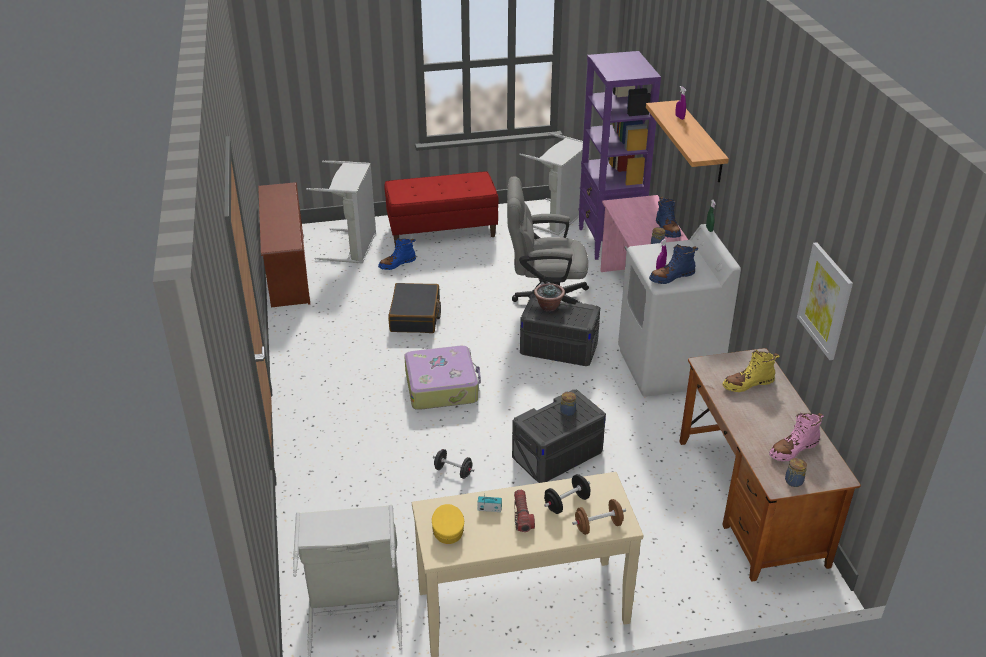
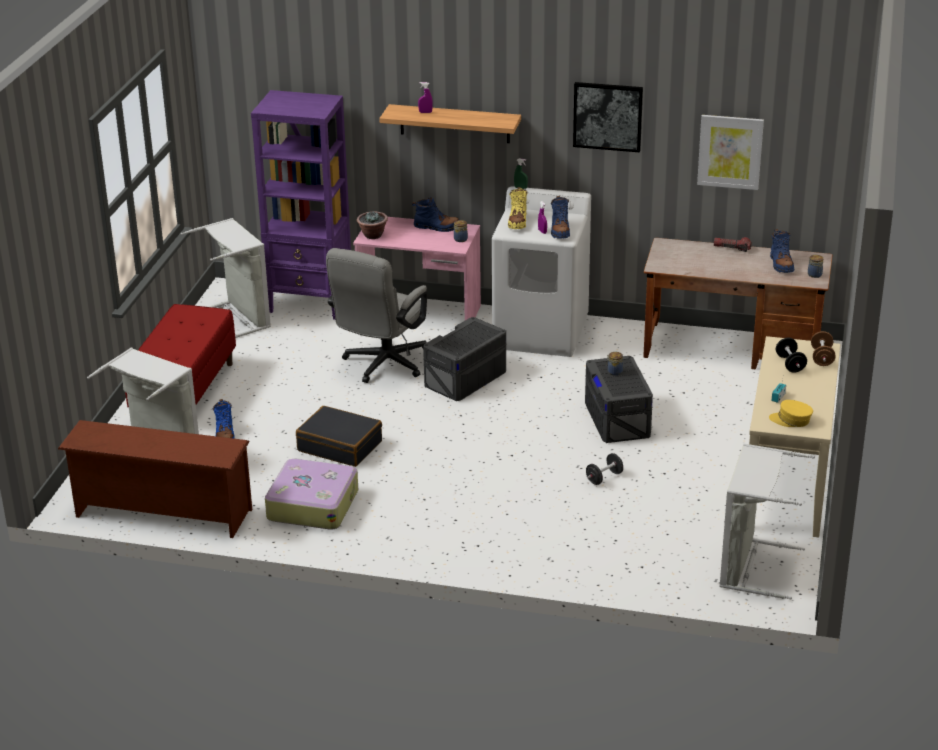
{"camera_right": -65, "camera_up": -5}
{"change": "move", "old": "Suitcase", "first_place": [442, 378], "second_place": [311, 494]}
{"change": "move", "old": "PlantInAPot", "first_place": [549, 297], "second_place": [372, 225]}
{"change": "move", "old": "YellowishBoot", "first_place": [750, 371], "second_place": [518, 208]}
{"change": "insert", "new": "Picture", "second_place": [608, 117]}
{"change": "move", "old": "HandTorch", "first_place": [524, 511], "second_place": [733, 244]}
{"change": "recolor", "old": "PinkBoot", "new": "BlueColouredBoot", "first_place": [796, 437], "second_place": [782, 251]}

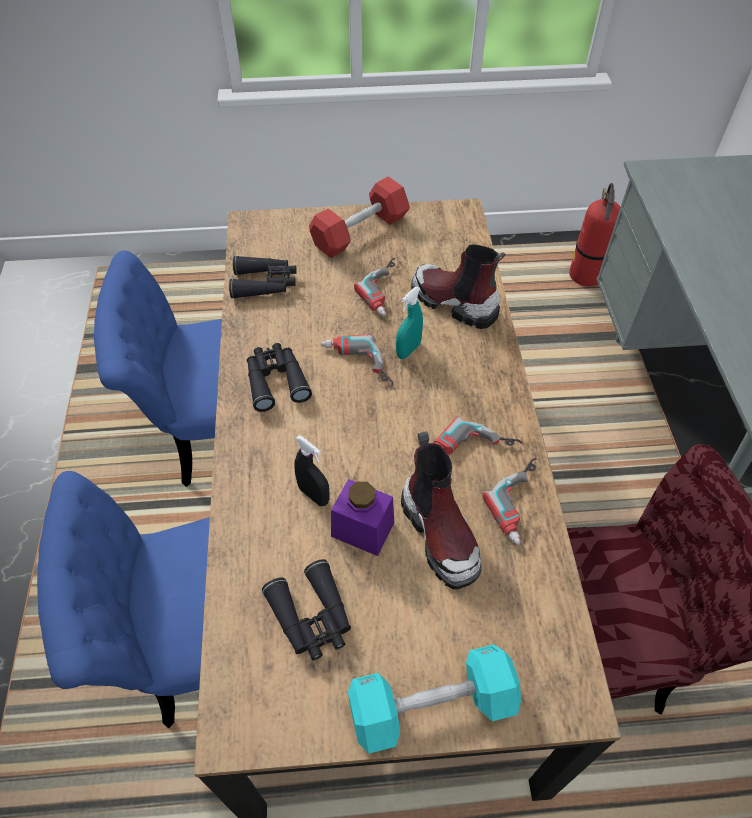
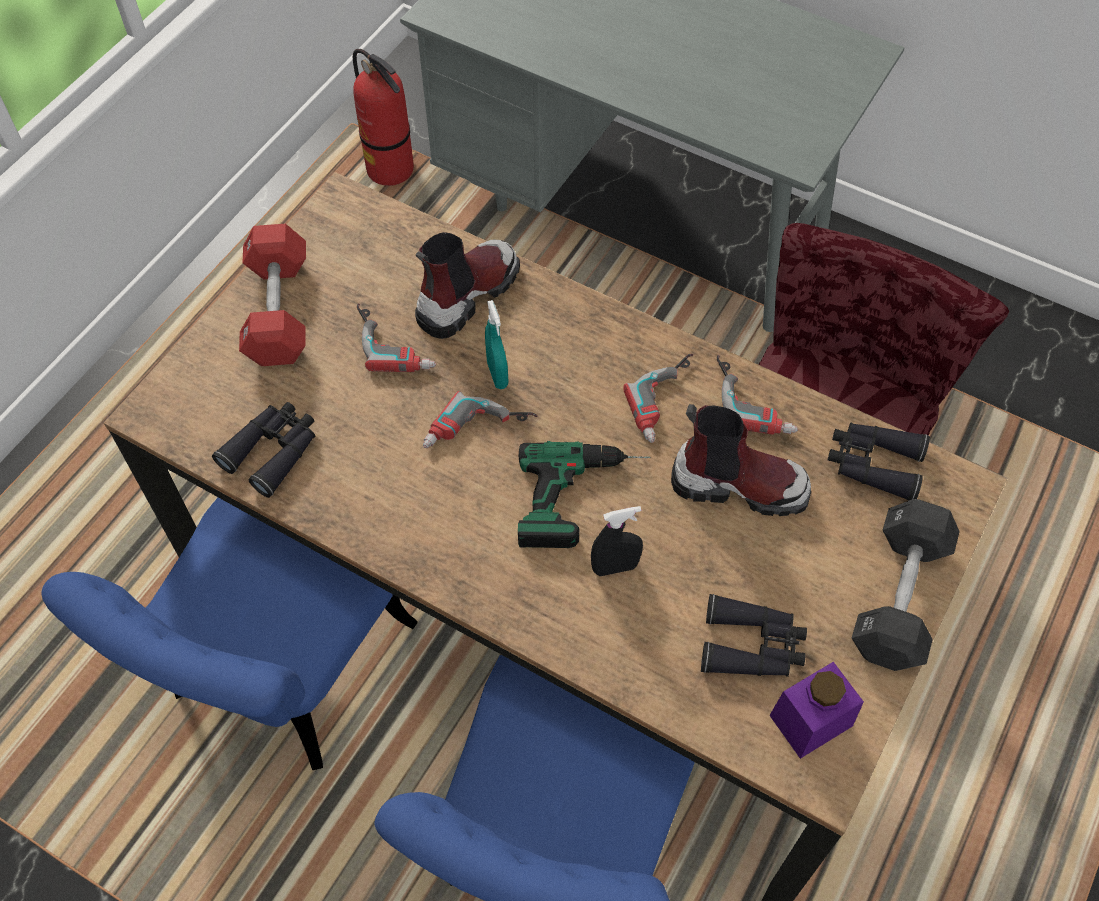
{"camera_right": -55, "camera_up": 5}
{"change": "rotate", "old": "Boot", "first_place": [458, 286], "second_place": [467, 285], "degrees": 150}
{"change": "insert", "new": "PowerDrill", "second_place": [584, 494]}
{"change": "move", "old": "PurpleJar", "first_place": [362, 517], "second_place": [816, 710]}
{"change": "move", "old": "BlackColouredBinoculars", "first_place": [279, 377], "second_place": [879, 461]}
{"change": "recolor", "old": "TurquoiseDumbbell", "new": "BlackColouredDumbbell", "first_place": [434, 699], "second_place": [906, 585]}

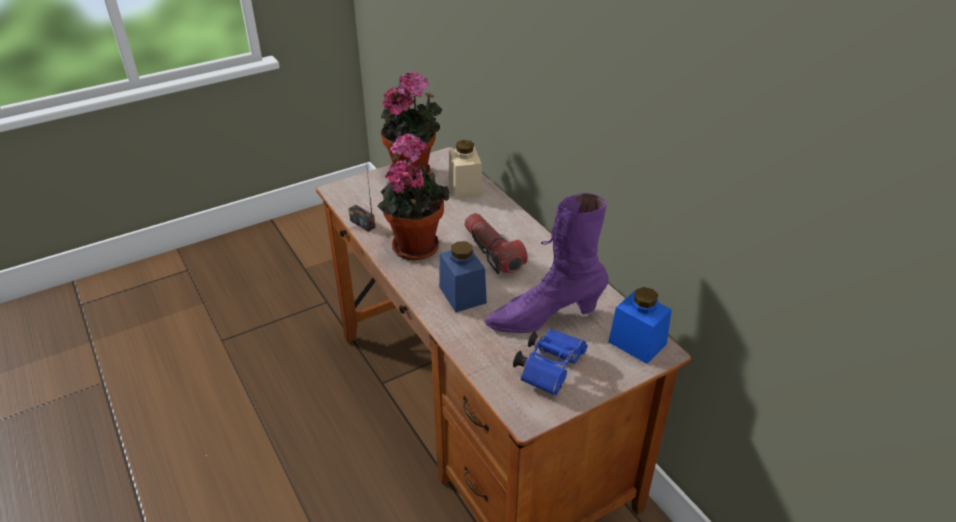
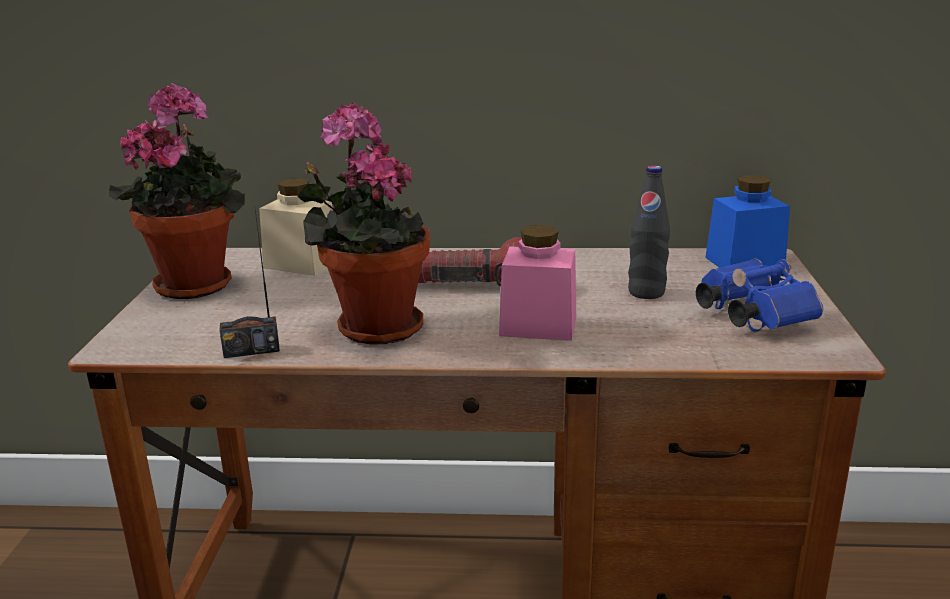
{"camera_right": -55, "camera_up": -15}
{"change": "recolor", "old": "BlueColouredJar", "new": "PinkJar", "first_place": [463, 277], "second_place": [537, 283]}
{"change": "replace", "old": "PurpleBoot", "new": "BlackColouredBeverageBottle", "first_place": [546, 263], "second_place": [649, 232]}

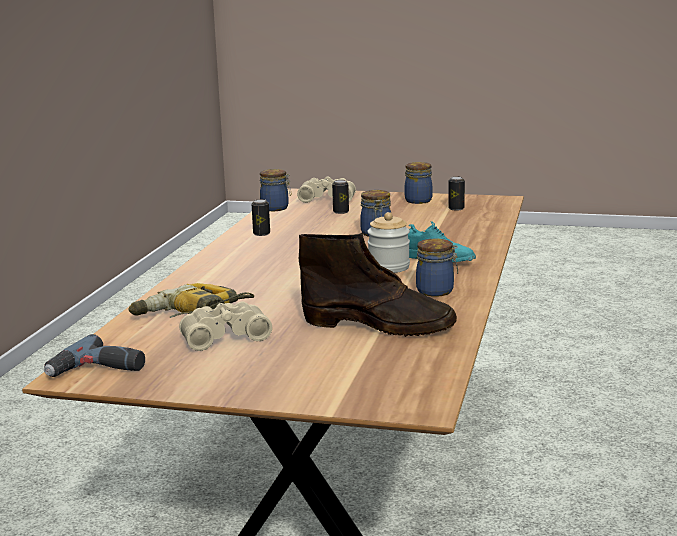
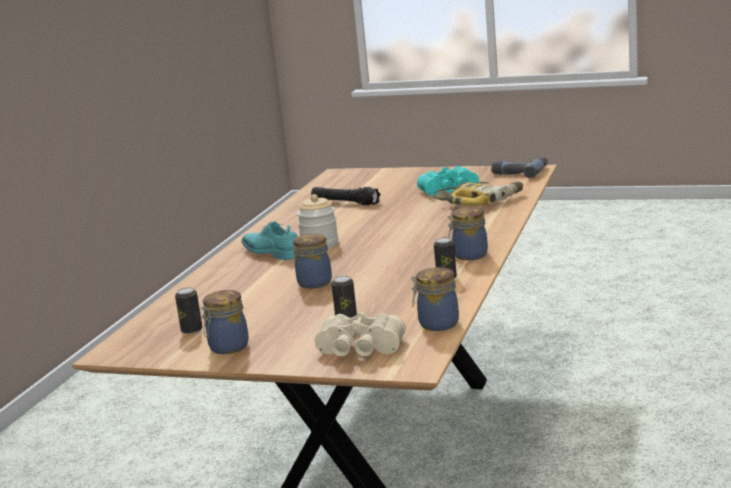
{"camera_right": -175, "camera_up": 0}
{"change": "replace", "old": "BrownColouredBoot", "new": "BlackColouredHandTorch", "first_place": [378, 285], "second_place": [346, 196]}
{"change": "recolor", "old": "BeigeColouredBinoculars", "new": "TurquoiseBinoculars", "first_place": [225, 326], "second_place": [448, 181]}
{"change": "move", "old": "Jar", "first_place": [437, 268], "second_place": [467, 233]}

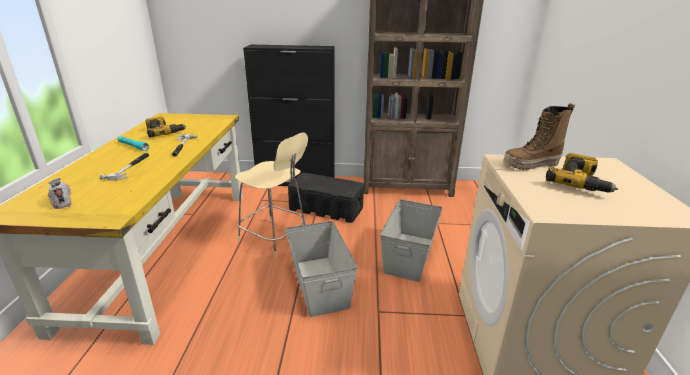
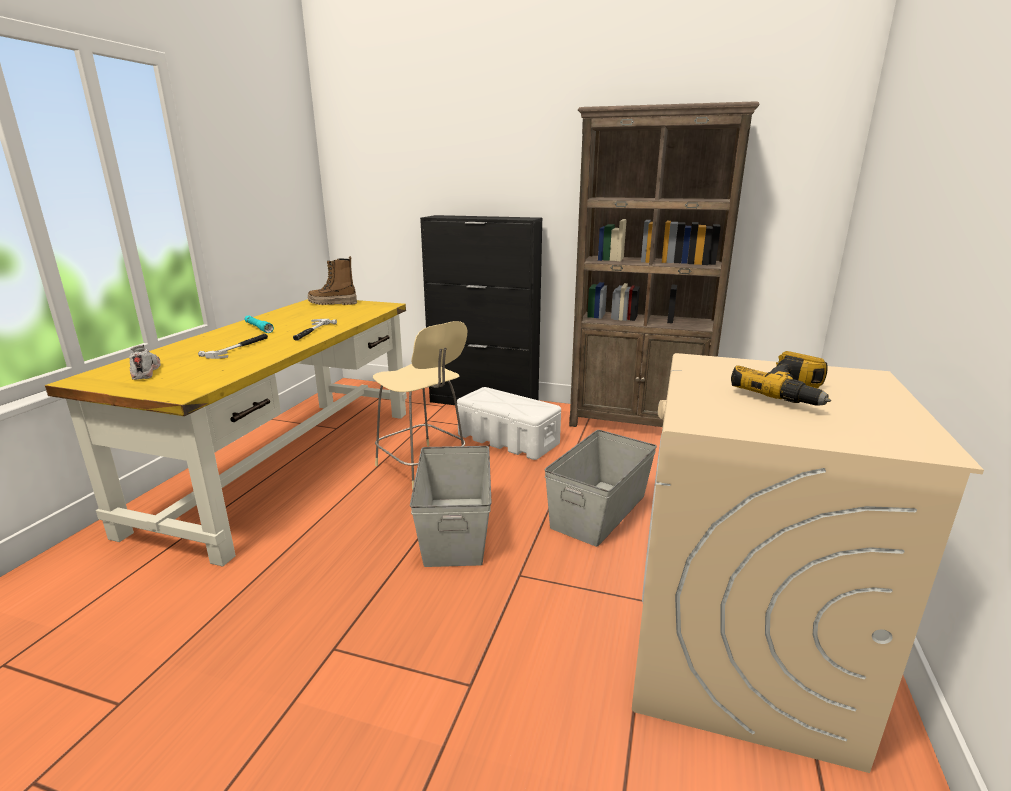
{"camera_right": 15, "camera_up": -5}
{"change": "move", "old": "Boot", "first_place": [539, 136], "second_place": [332, 280]}
{"change": "recolor", "old": "BlackColouredStorageContainer", "new": "WhitishStorageContainer", "first_place": [326, 197], "second_place": [509, 423]}
{"change": "delete", "old": "PowerDrill", "first_place": [165, 127]}

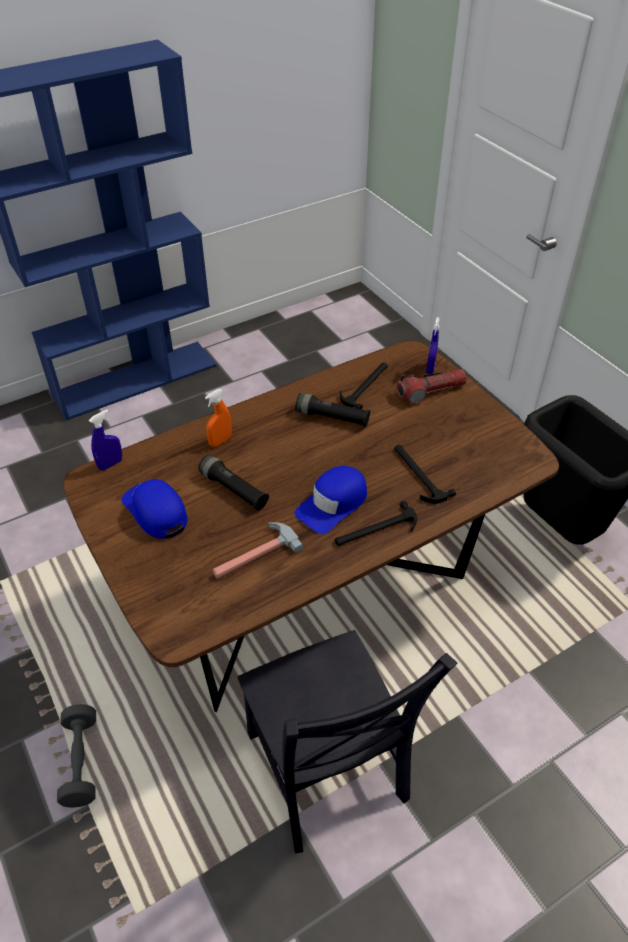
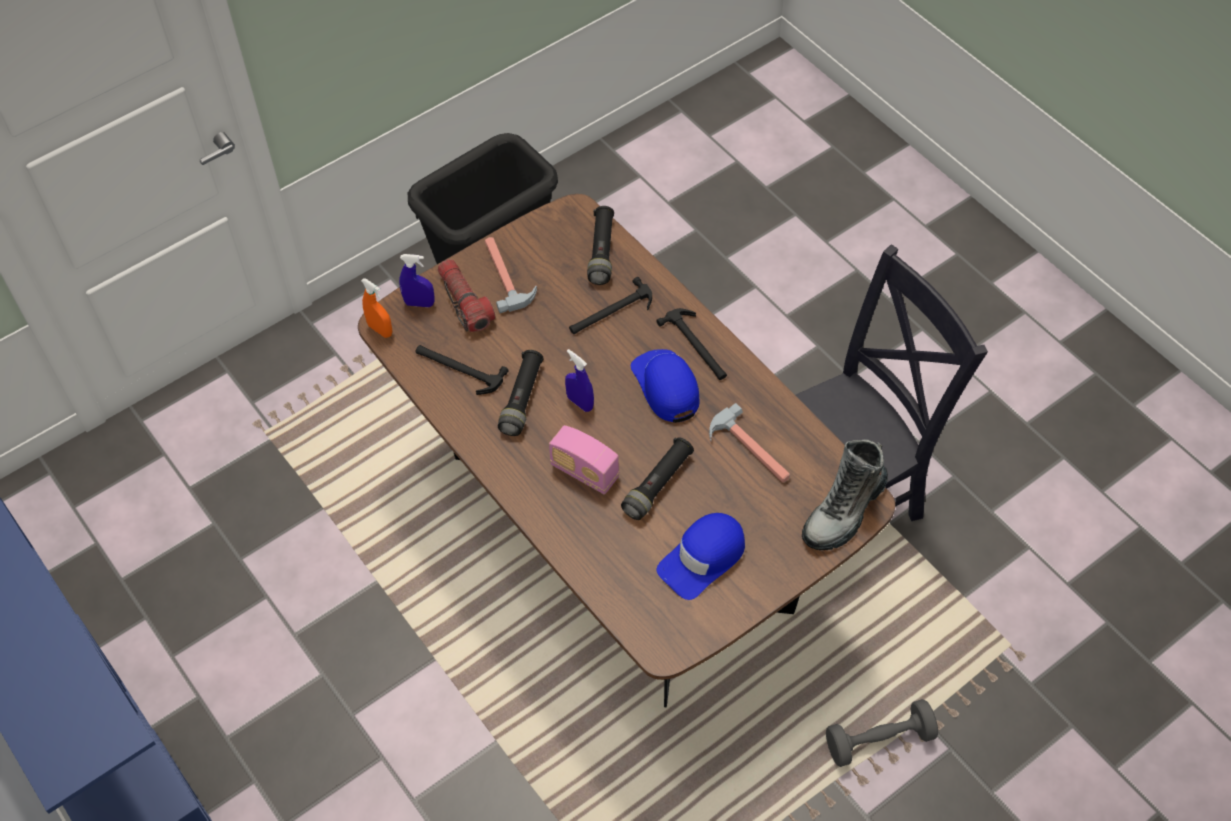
{"camera_right": -95, "camera_up": 10}
{"change": "move", "old": "OrangeSprayBottle", "first_place": [218, 418], "second_place": [376, 308]}
{"change": "insert", "new": "ToolHammer", "second_place": [511, 275]}
{"change": "insert", "new": "RadioSet", "second_place": [584, 460]}
{"change": "move", "old": "BlueColouredSprayBottle", "first_place": [105, 440], "second_place": [579, 380]}
{"change": "insert", "new": "BlackColouredHandTorch", "second_place": [600, 245]}
{"change": "rotate", "old": "BlueColouredBaseballCap", "first_place": [331, 500], "second_place": [665, 386], "degrees": -150}
{"change": "insert", "new": "Boot", "second_place": [845, 495]}

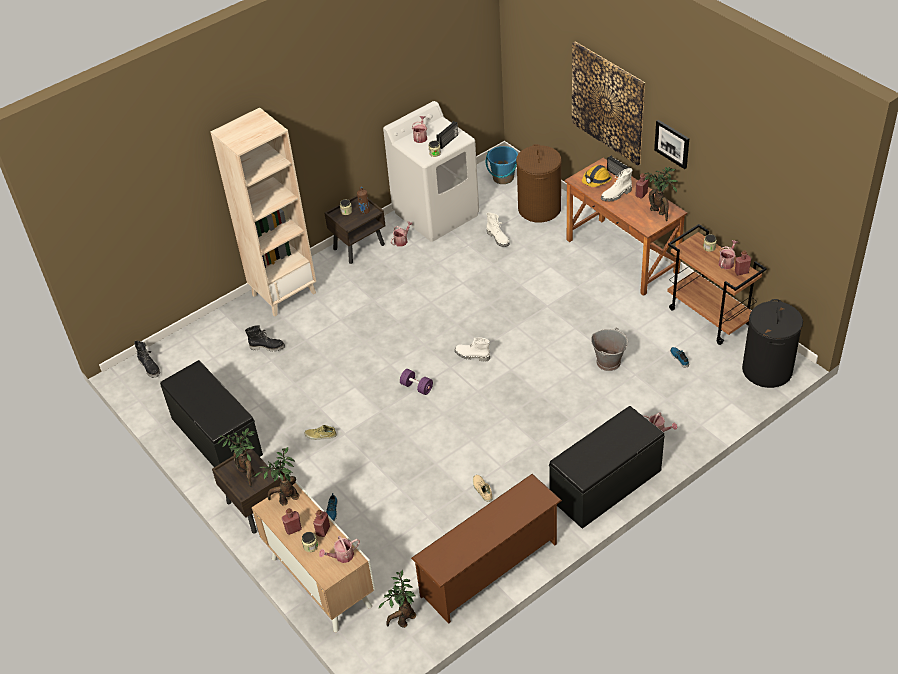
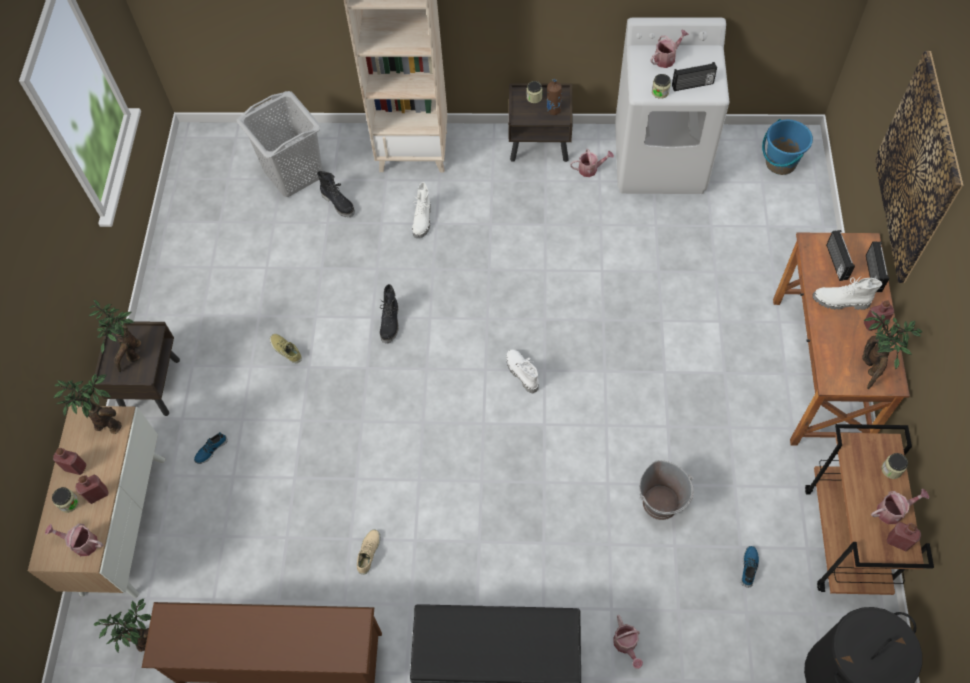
{"camera_right": 40, "camera_up": 15}
{"change": "insert", "new": "GrayLaundryBasket", "second_place": [280, 144]}
{"change": "move", "old": "BlackColouredBoot", "first_place": [147, 359], "second_place": [389, 314]}
{"change": "move", "old": "WhitishBoot", "first_place": [498, 230], "second_place": [421, 210]}
{"change": "replace", "old": "SafetyHelmet", "new": "RadioSet", "first_place": [597, 176], "second_place": [840, 255]}
{"change": "delete", "old": "BlackColouredBench", "first_place": [211, 413]}
{"change": "delete", "old": "PurpleDumbbell", "first_place": [416, 382]}
{"change": "delete", "old": "BrownColouredLaundryBasket", "first_place": [539, 183]}
{"change": "delete", "old": "Picture", "first_place": [671, 144]}

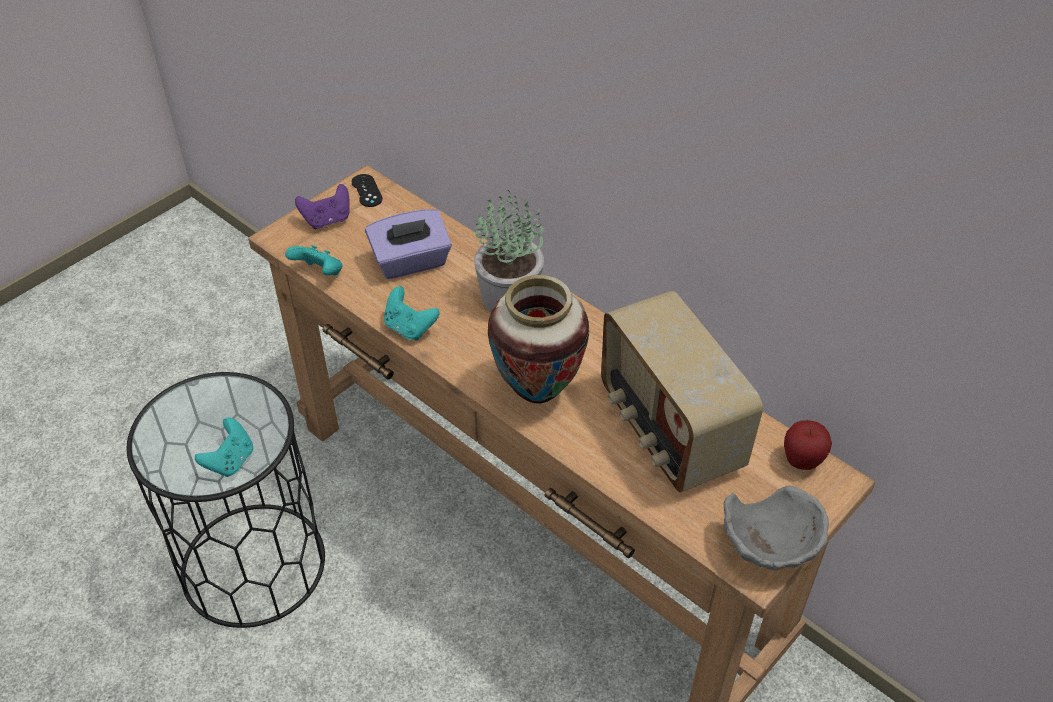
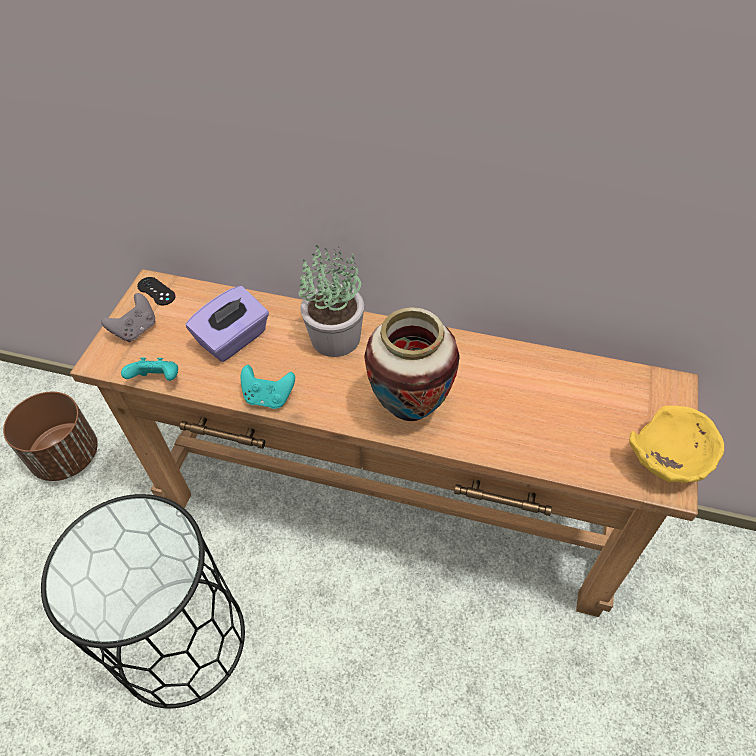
{"camera_right": -25, "camera_up": 5}
{"change": "insert", "new": "BrownColouredFlowerPot", "second_place": [50, 436]}
{"change": "recolor", "old": "PurpleGamepad", "new": "GrayGamepad", "first_place": [322, 206], "second_place": [128, 317]}
{"change": "recolor", "old": "GrayServingBowl", "new": "YellowishServingBowl", "first_place": [776, 527], "second_place": [676, 444]}
{"change": "delete", "old": "TurquoiseGamepad", "first_place": [224, 447]}
{"change": "delete", "old": "RadioSet", "first_place": [682, 392]}
{"change": "delete", "old": "Apple", "first_place": [808, 445]}

